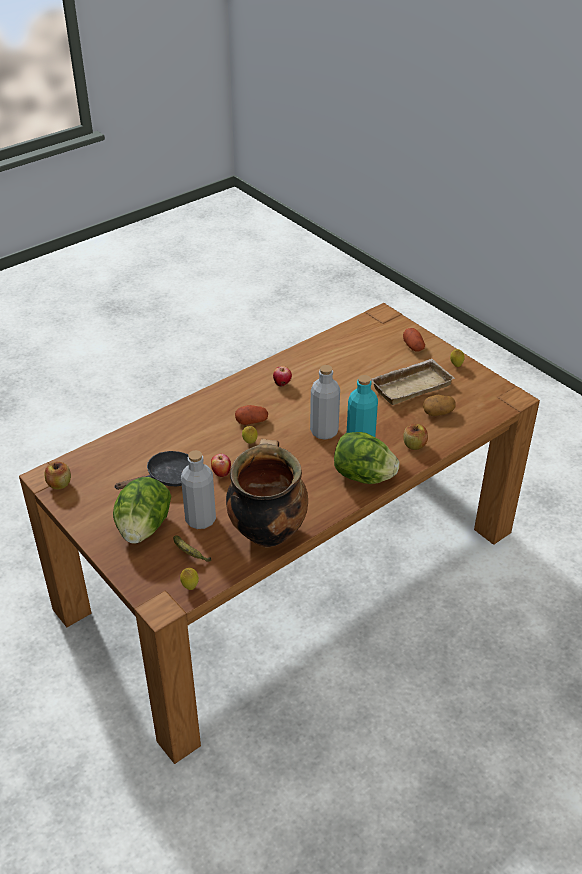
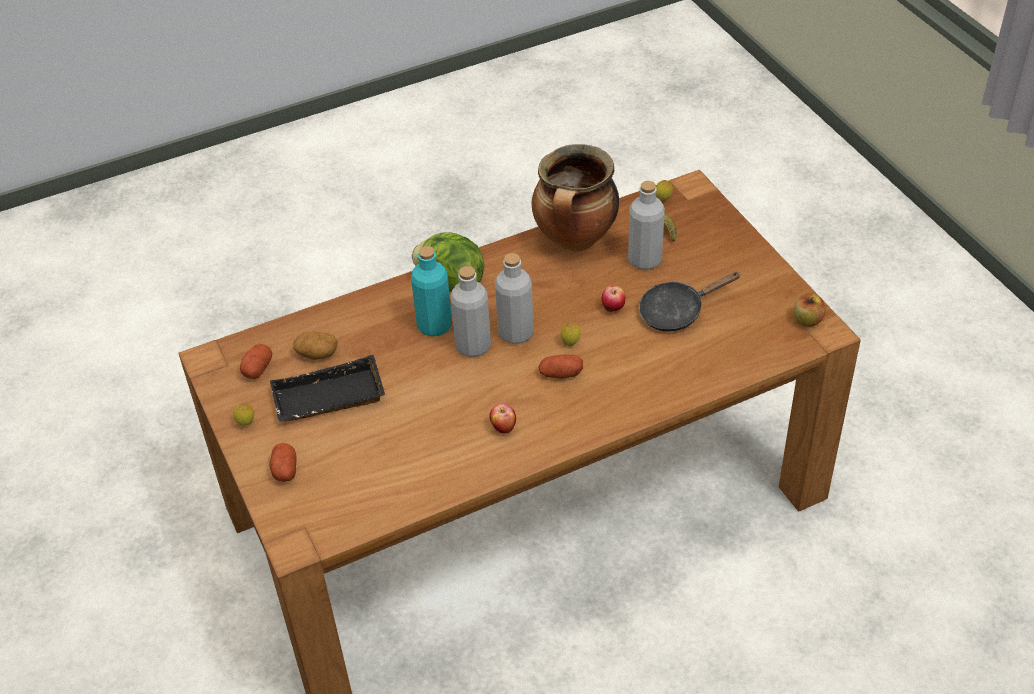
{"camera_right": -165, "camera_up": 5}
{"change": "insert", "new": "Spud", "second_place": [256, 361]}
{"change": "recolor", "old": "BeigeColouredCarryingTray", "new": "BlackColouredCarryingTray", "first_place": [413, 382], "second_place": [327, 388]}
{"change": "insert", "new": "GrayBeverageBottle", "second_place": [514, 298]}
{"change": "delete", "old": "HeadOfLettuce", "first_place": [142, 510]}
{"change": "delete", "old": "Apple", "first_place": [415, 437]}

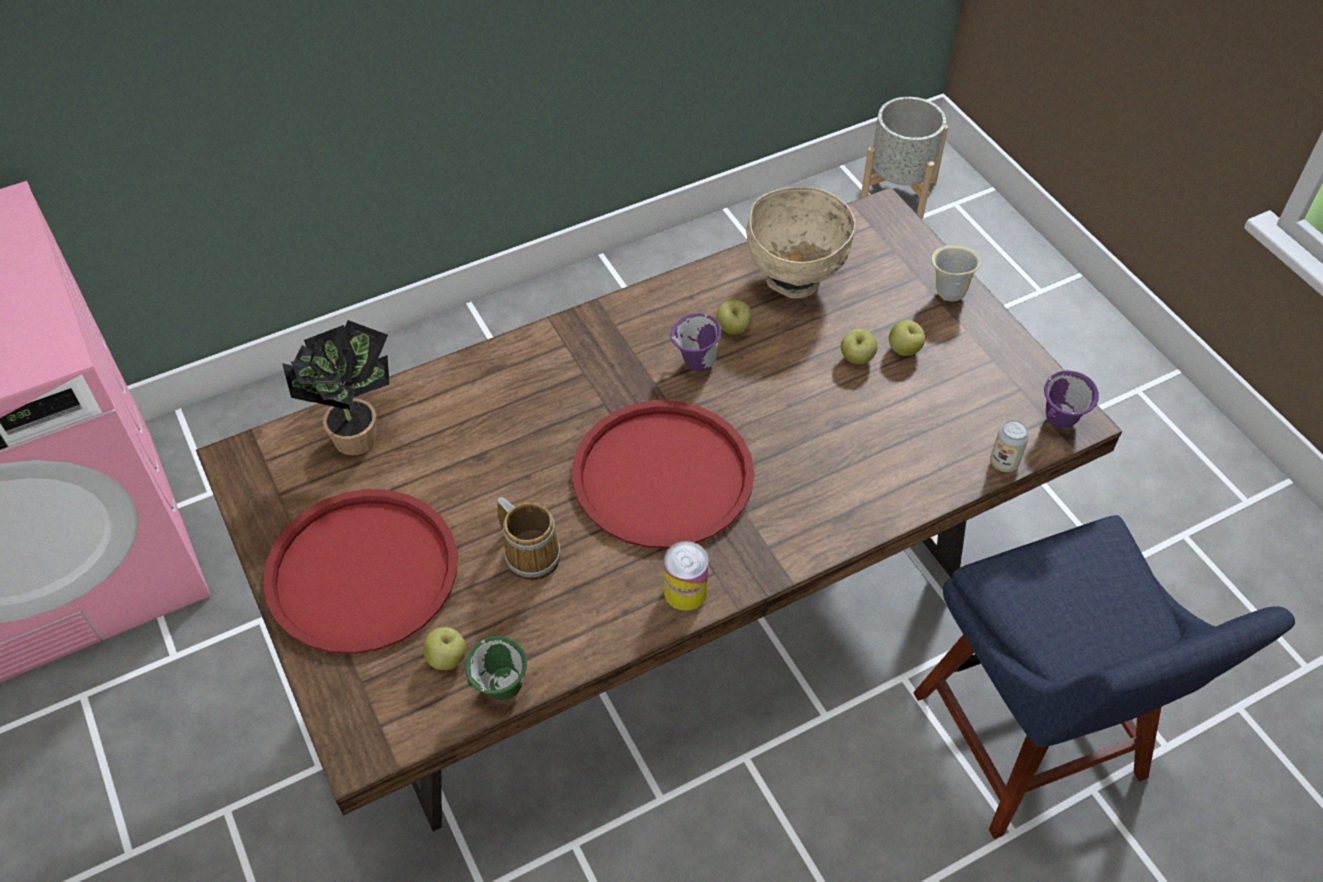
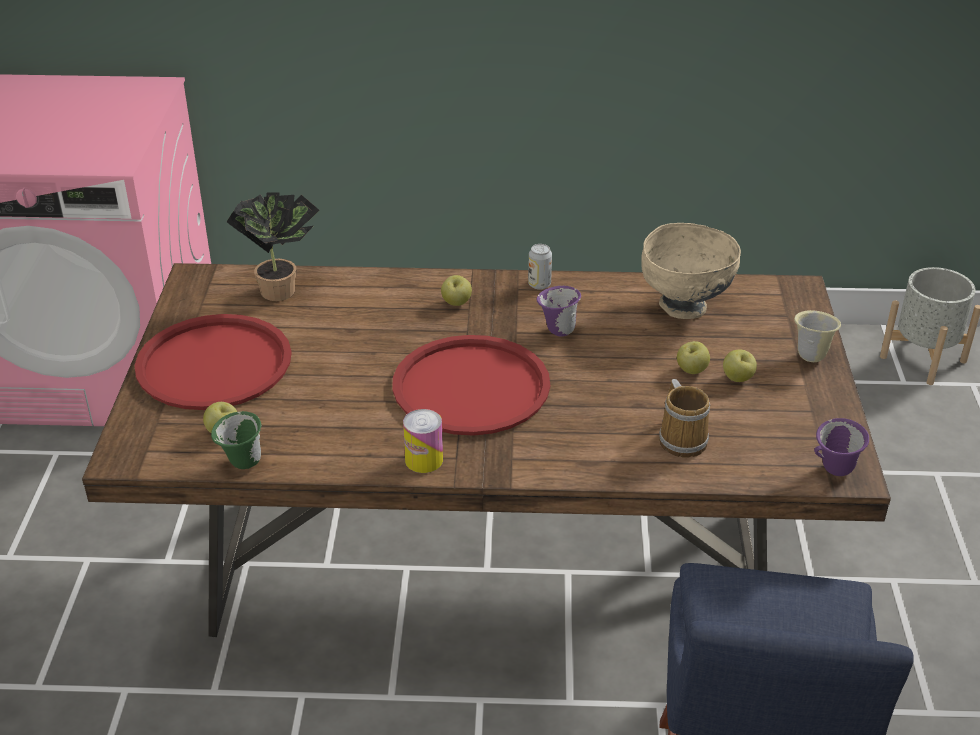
{"camera_right": 30, "camera_up": -15}
{"change": "move", "old": "Apple", "first_place": [734, 317], "second_place": [456, 290]}
{"change": "move", "old": "SealedCan", "first_place": [1009, 446], "second_place": [540, 267]}
{"change": "move", "old": "Mug", "first_place": [529, 538], "second_place": [684, 418]}

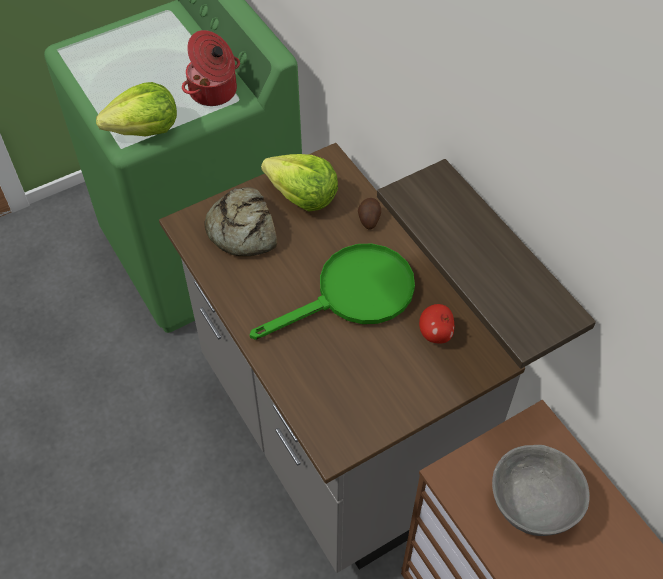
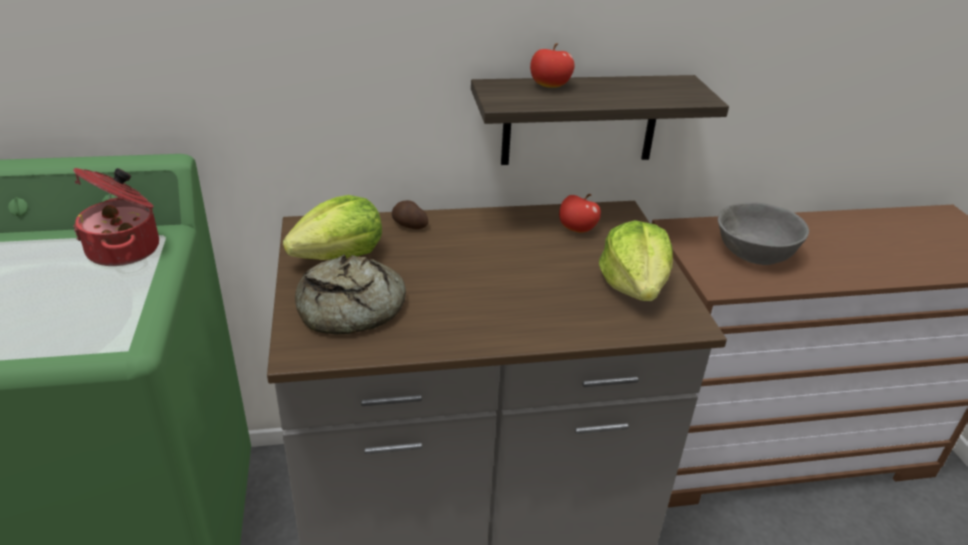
{"camera_right": -70, "camera_up": -20}
{"change": "insert", "new": "Apple", "second_place": [552, 65]}
{"change": "move", "old": "HeadOfLettuce", "first_place": [136, 109], "second_place": [636, 260]}
{"change": "delete", "old": "GreenColouredPan", "first_place": [332, 292]}

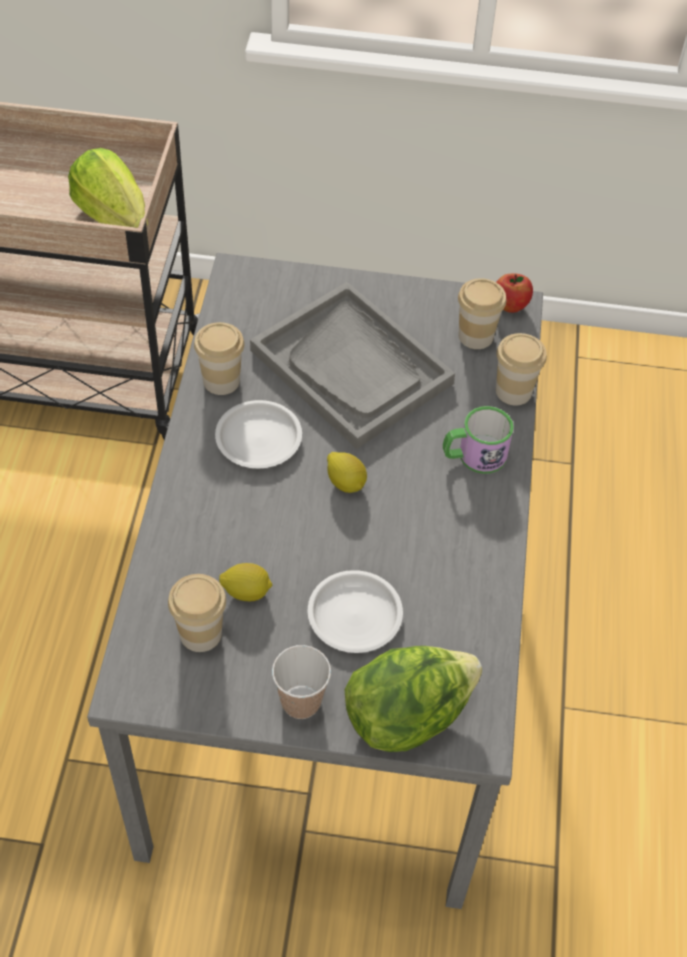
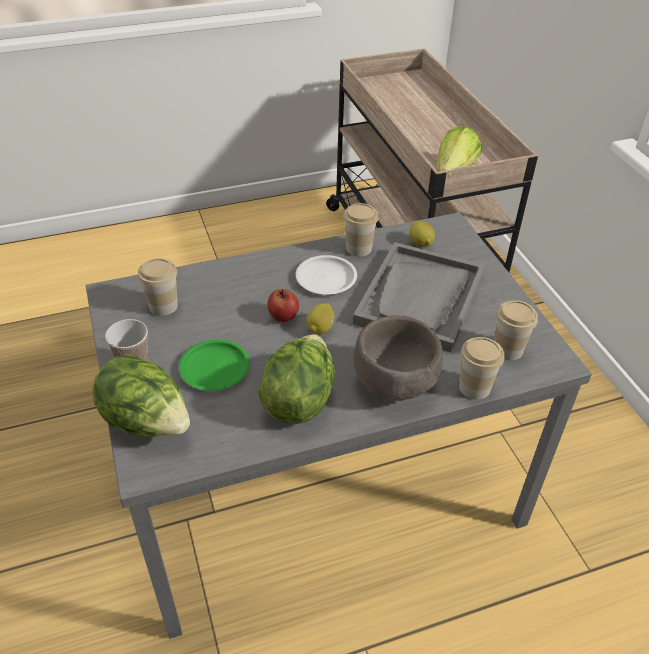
{"camera_right": 65, "camera_up": -10}
{"change": "recolor", "old": "WhitishFlatDish", "new": "GreenColouredFlatDish", "first_place": [355, 611], "second_place": [214, 365]}
{"change": "insert", "new": "HeadOfLettuce", "second_place": [296, 379]}
{"change": "move", "old": "Apple", "first_place": [514, 293], "second_place": [283, 305]}
{"change": "replace", "old": "Mug", "new": "BrownColouredServingBowl", "first_place": [478, 440], "second_place": [398, 358]}
{"change": "move", "old": "WholeLemon", "first_place": [246, 582], "second_place": [422, 234]}

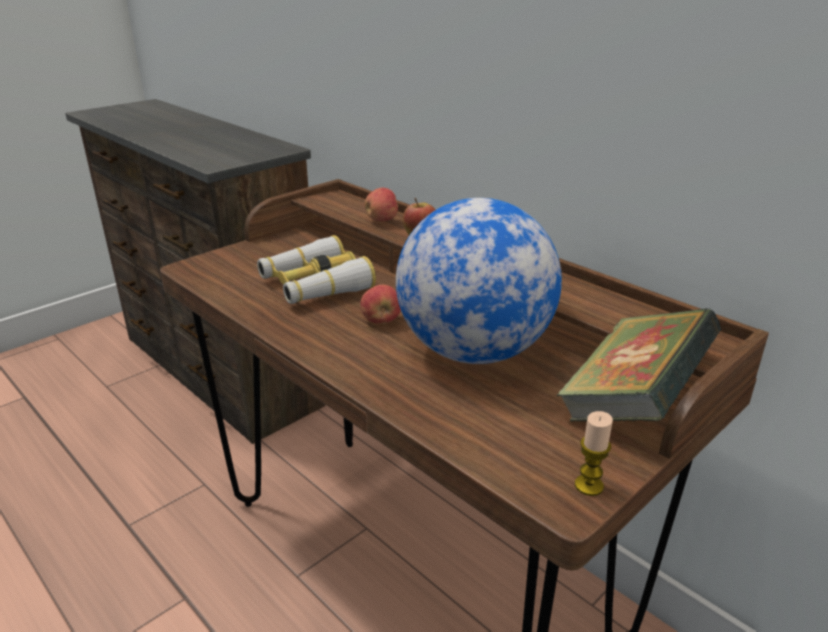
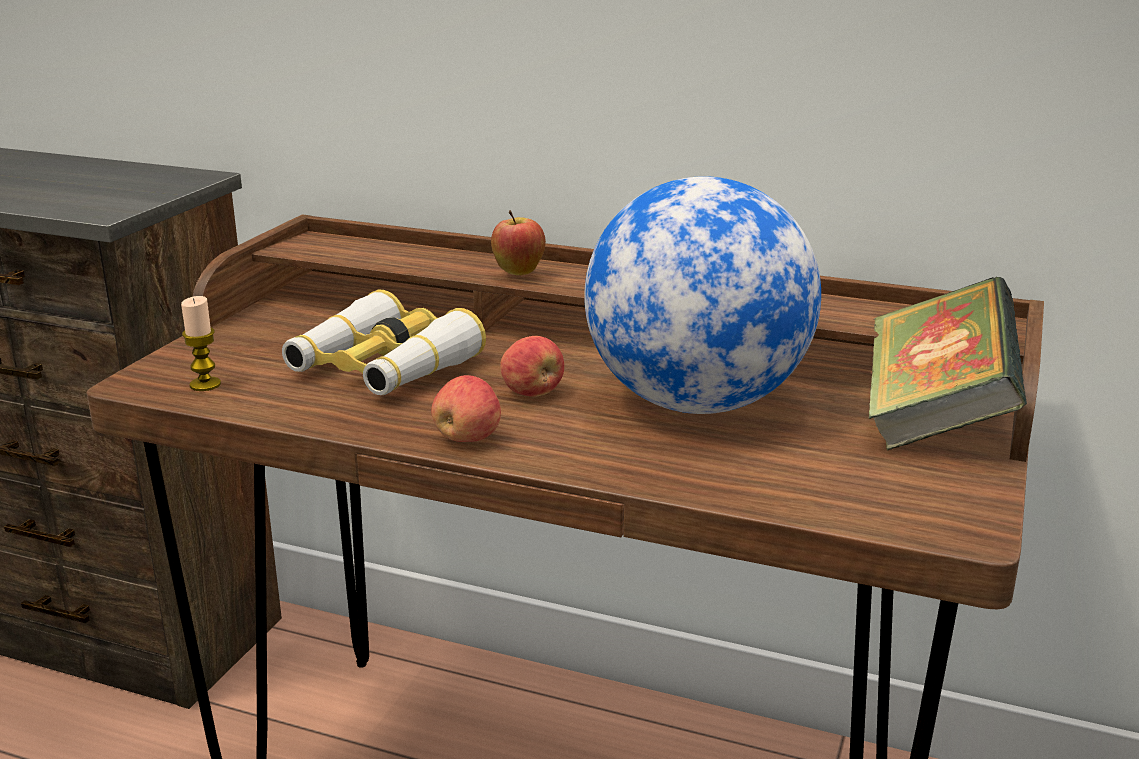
{"camera_right": -25, "camera_up": -5}
{"change": "move", "old": "WaxLight", "first_place": [594, 453], "second_place": [201, 343]}
{"change": "move", "old": "Apple", "first_place": [381, 204], "second_place": [466, 408]}

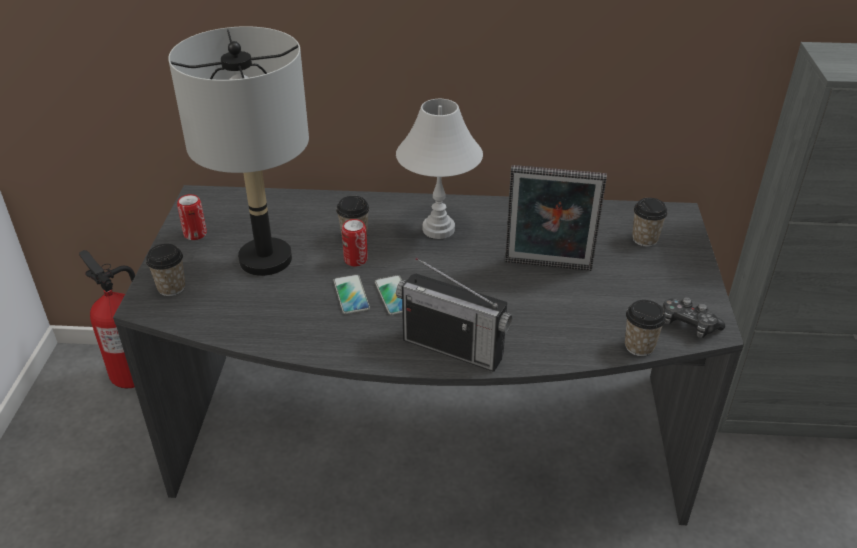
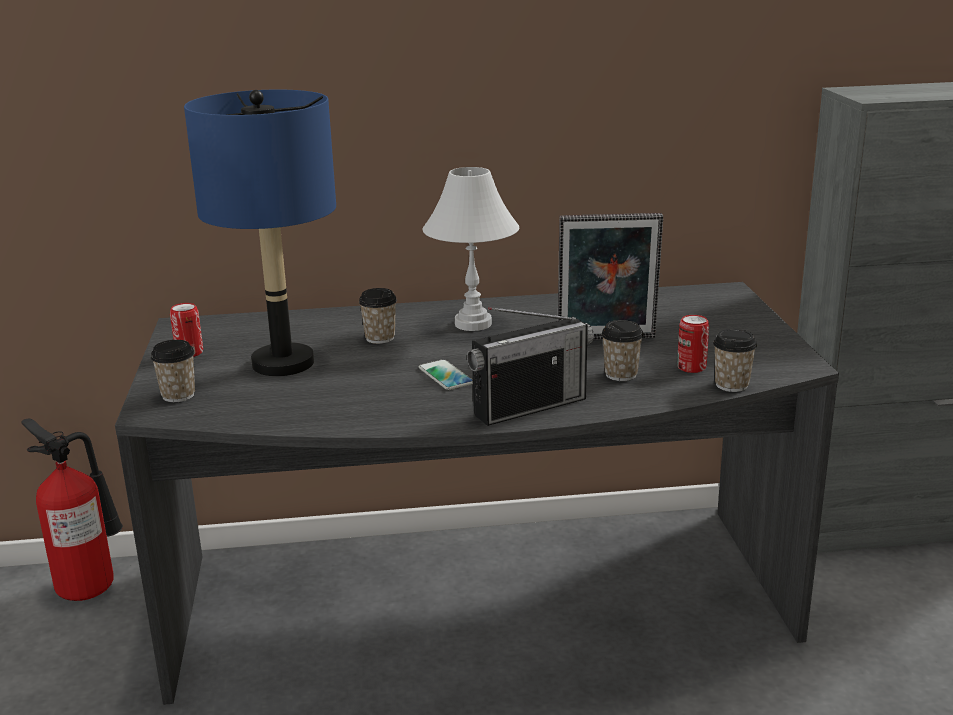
{"camera_right": -10, "camera_up": -15}
{"change": "recolor", "old": "GrayTabletopLamp", "new": "BlueColouredTabletopLamp", "first_place": [238, 151], "second_place": [260, 233]}
{"change": "rotate", "old": "RadioSet", "first_place": [454, 315], "second_place": [530, 366], "degrees": -45}
{"change": "move", "old": "SmallCup", "first_place": [650, 222], "second_place": [622, 350]}
{"change": "move", "old": "SealedCan", "first_place": [355, 242], "second_place": [693, 344]}
{"change": "delete", "old": "Handset", "first_place": [351, 294]}
{"change": "delete", "old": "Gamepad", "first_place": [694, 317]}

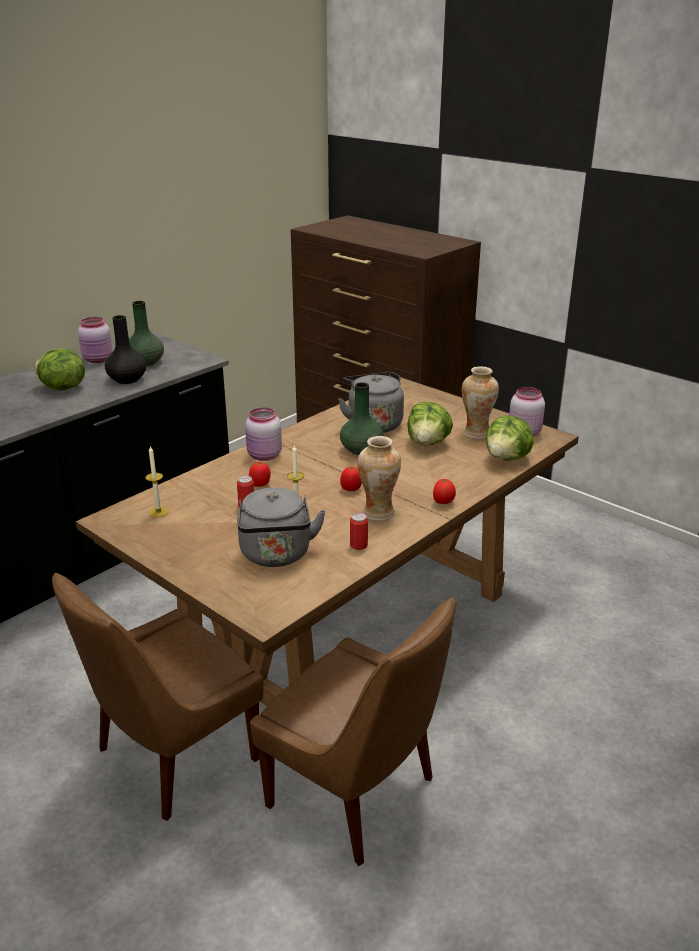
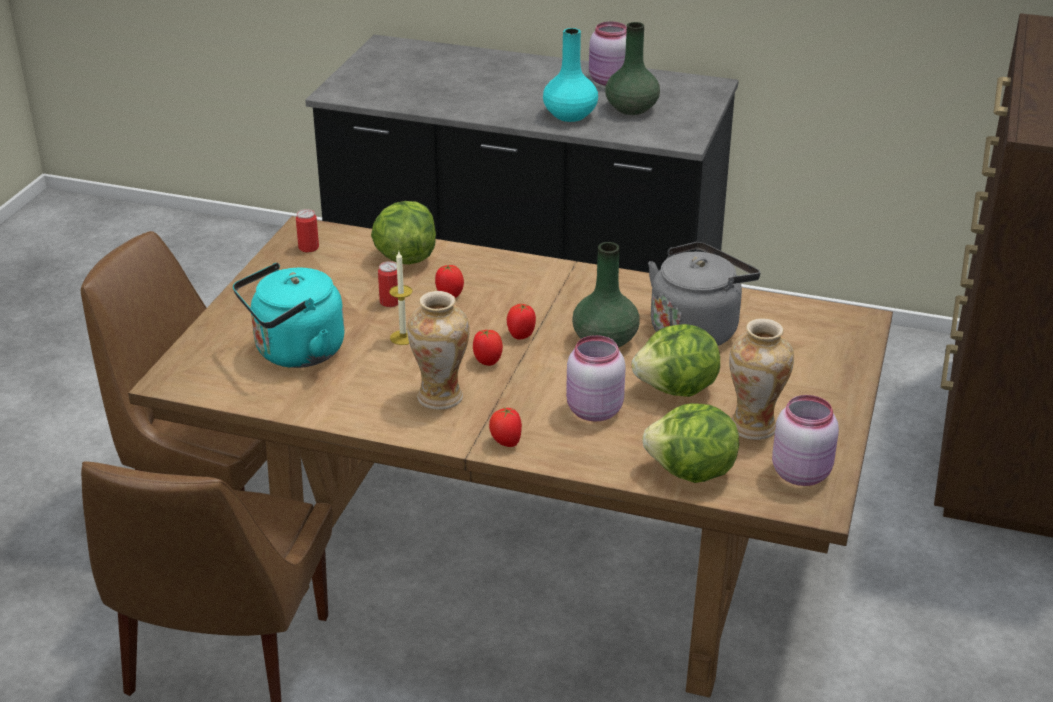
{"camera_right": 65, "camera_up": 5}
{"change": "recolor", "old": "GrayTeaKettle", "new": "TurquoiseTeaKettle", "first_place": [281, 527], "second_place": [288, 315]}
{"change": "move", "old": "SealedCan", "first_place": [359, 531], "second_place": [307, 230]}
{"change": "move", "old": "HeadOfLettuce", "first_place": [59, 369], "second_place": [403, 233]}
{"change": "insert", "new": "FreshTomato", "second_place": [521, 322]}
{"change": "recolor", "old": "BlackColouredVase", "new": "TurquoiseVase", "first_place": [125, 349], "second_place": [570, 75]}
{"change": "move", "old": "PinkJar", "first_place": [263, 434], "second_place": [596, 378]}
{"change": "delete", "old": "WaxLight", "first_place": [157, 481]}

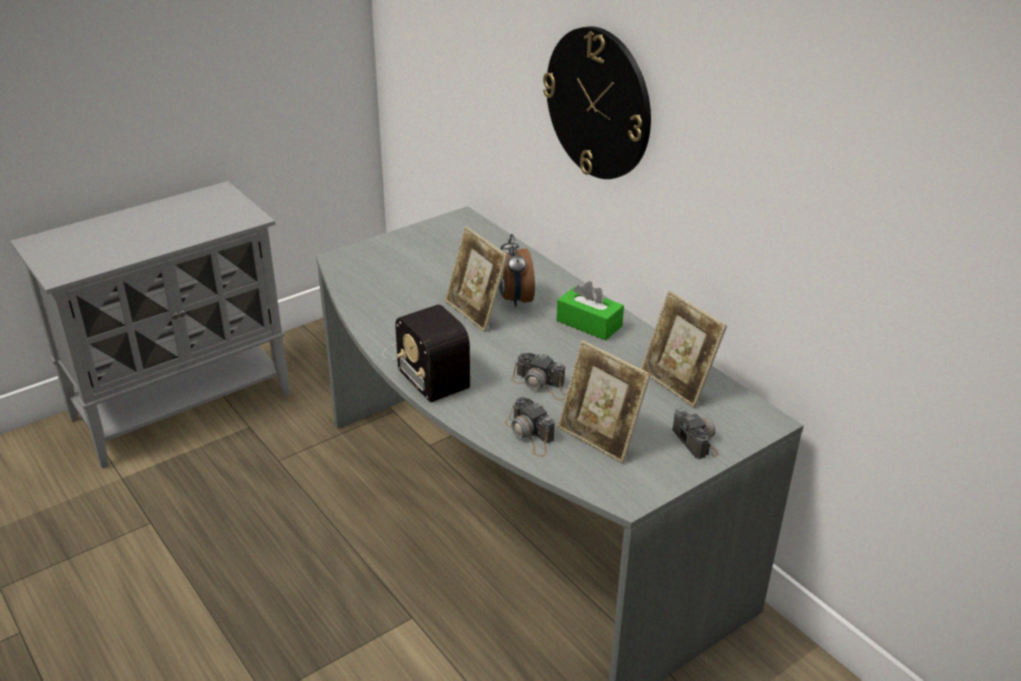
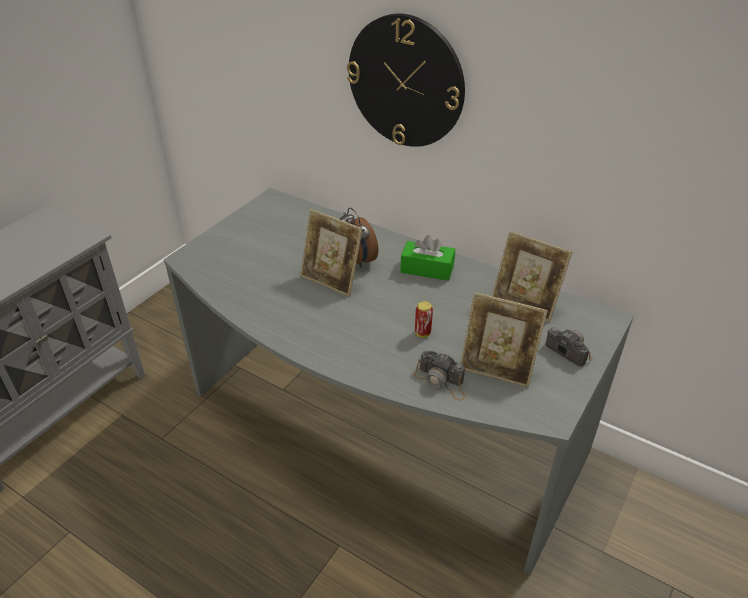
{"camera_right": -20, "camera_up": 5}
{"change": "replace", "old": "StillCamera", "new": "SealedCan", "first_place": [538, 377], "second_place": [424, 319]}
{"change": "delete", "old": "RadioSet", "first_place": [426, 353]}

